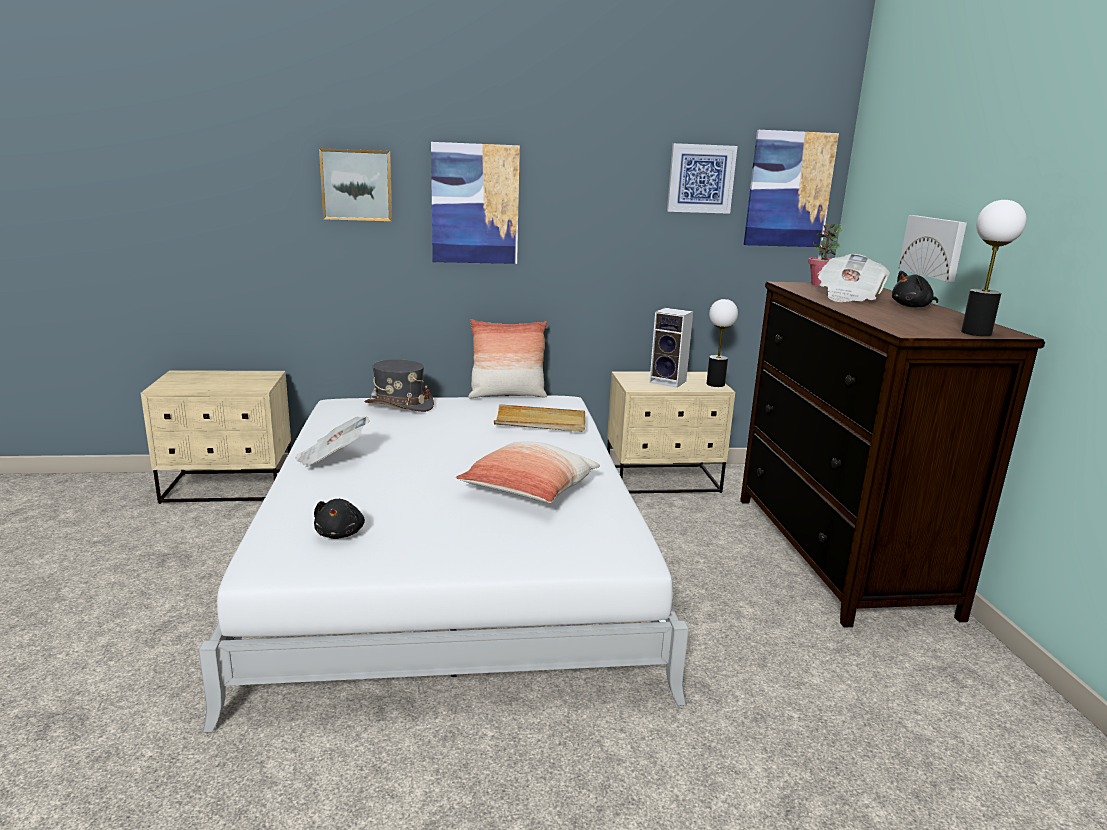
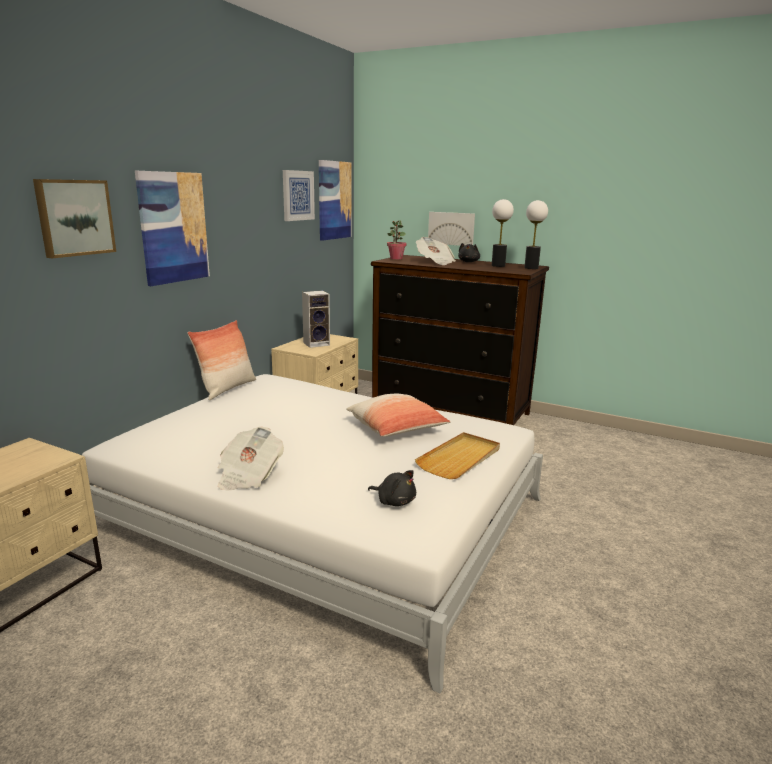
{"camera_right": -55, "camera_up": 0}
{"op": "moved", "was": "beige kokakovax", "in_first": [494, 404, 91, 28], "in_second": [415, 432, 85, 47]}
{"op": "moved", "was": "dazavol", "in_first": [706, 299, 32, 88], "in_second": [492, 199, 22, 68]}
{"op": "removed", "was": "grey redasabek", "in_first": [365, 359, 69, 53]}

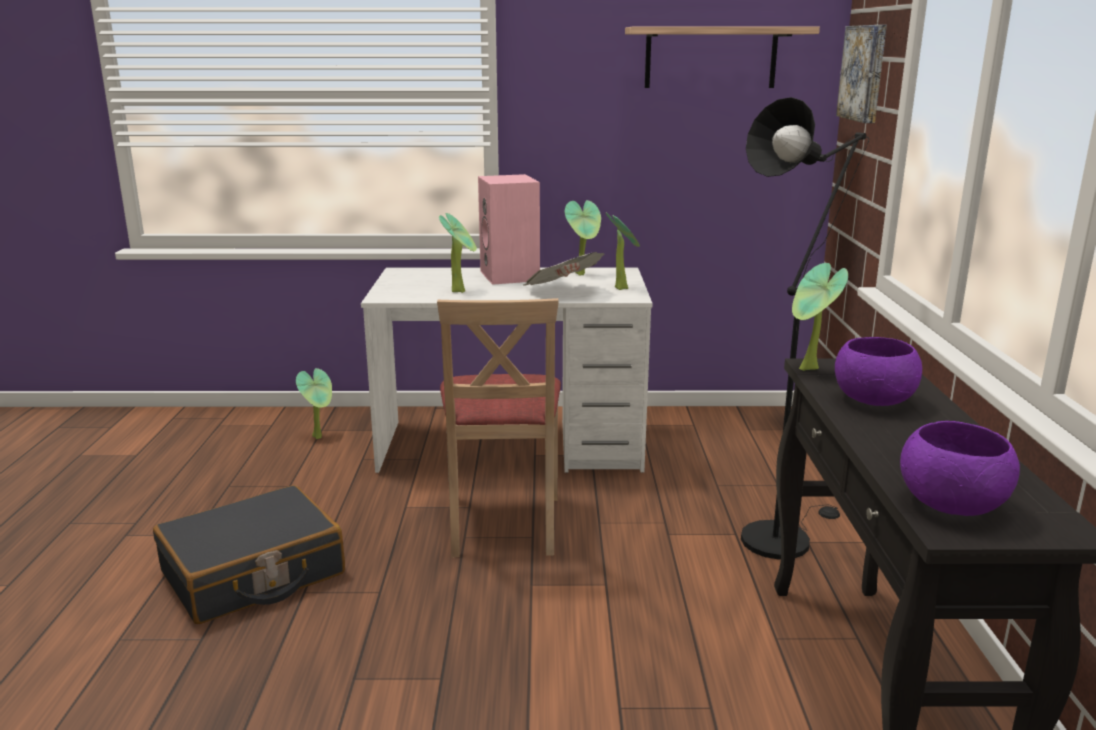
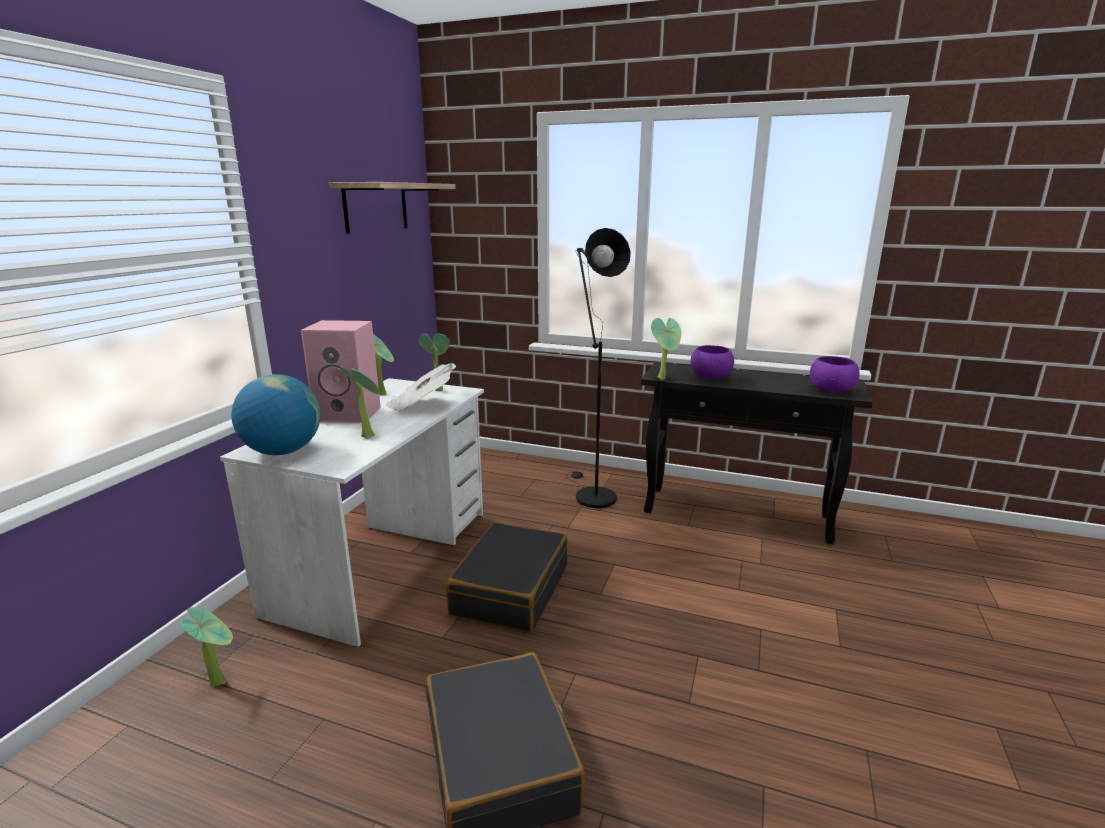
{"camera_right": -70, "camera_up": 0}
{"op": "added", "now": "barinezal", "in_second": [231, 374, 90, 81]}
{"op": "replaced", "was": "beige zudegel", "now": "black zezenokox", "in_first": [437, 298, 124, 259], "in_second": [446, 522, 122, 111]}
{"op": "removed", "was": "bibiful", "in_first": [836, 25, 51, 98]}

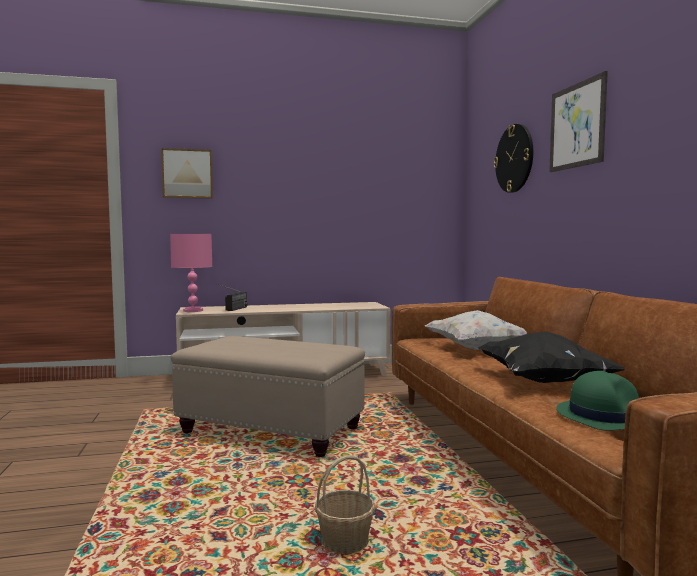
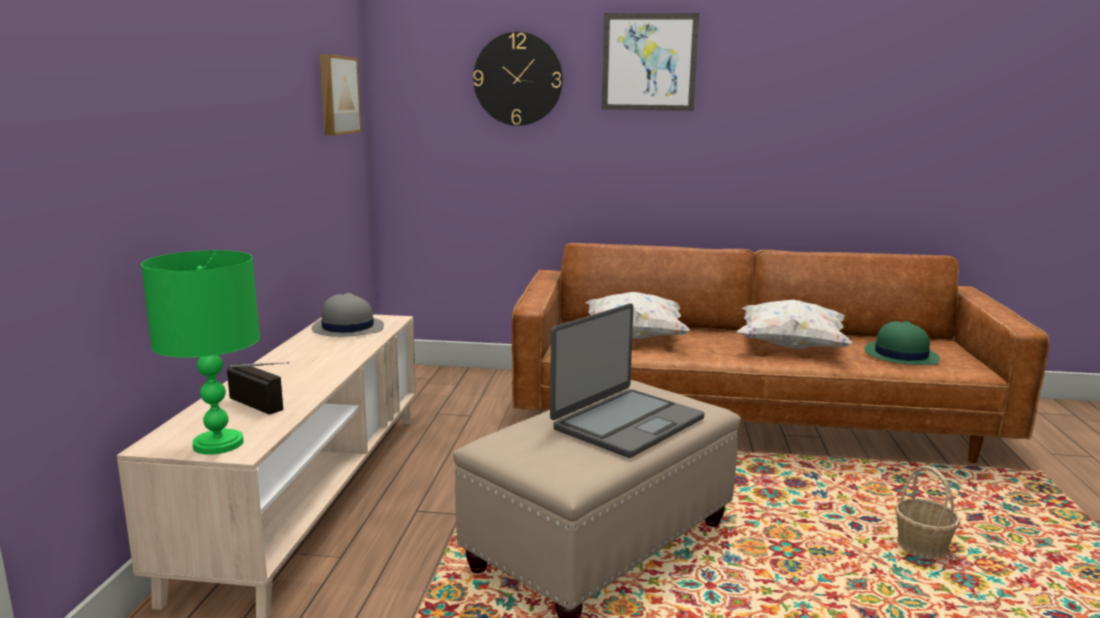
{"camera_right": -70, "camera_up": 10}
{"op": "recoloured", "was": "pink dazavol", "now": "green dazavol", "in_first": [170, 234, 42, 78], "in_second": [141, 250, 119, 205]}
{"op": "added", "now": "grey redasabek", "in_second": [311, 293, 73, 44]}
{"op": "moved", "was": "bibiful", "in_first": [161, 148, 52, 51], "in_second": [320, 54, 41, 82]}
{"op": "added", "now": "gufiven", "in_second": [550, 303, 154, 155]}
{"op": "recoloured", "was": "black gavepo", "now": "white gavepo", "in_first": [479, 331, 146, 52], "in_second": [737, 300, 115, 48]}

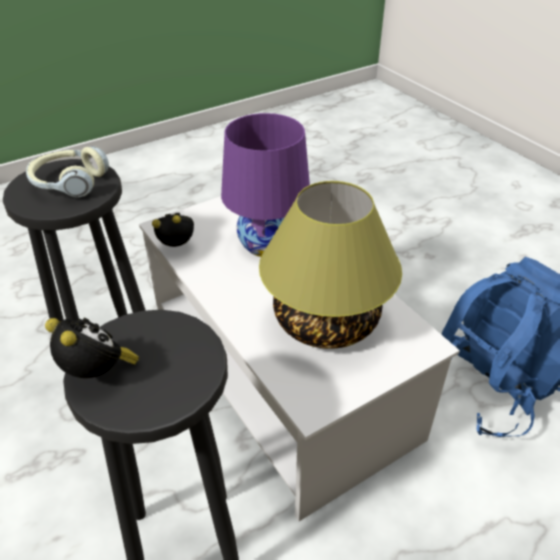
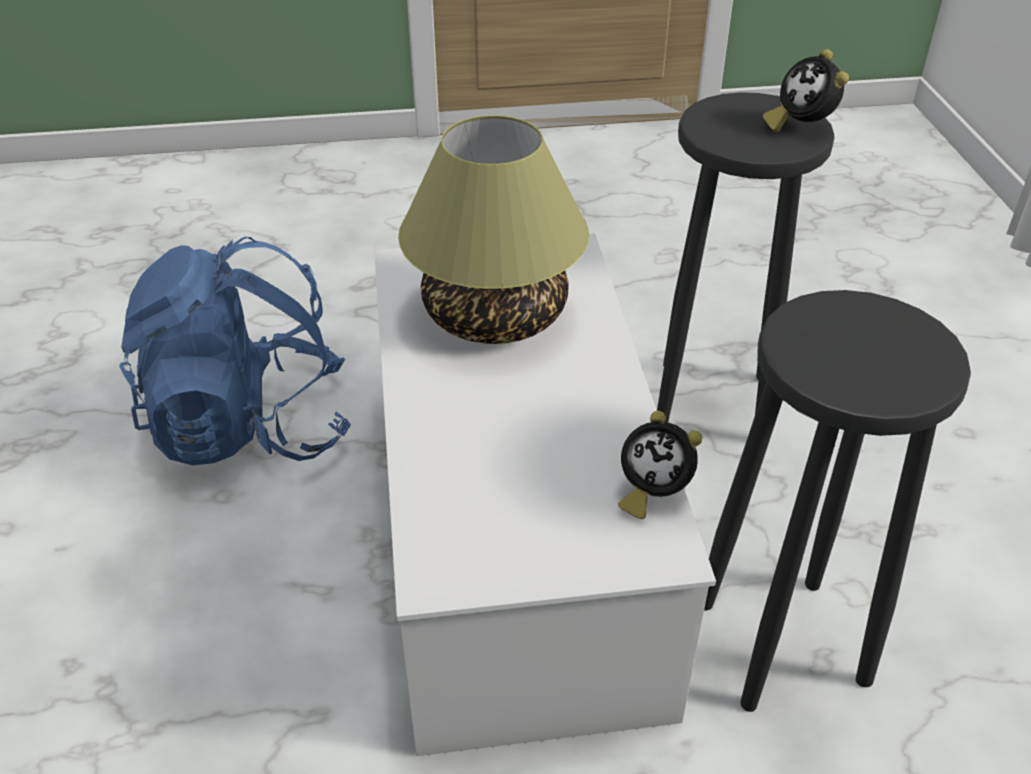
{"camera_right": -155, "camera_up": 0}
{"op": "removed", "was": "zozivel", "in_first": [26, 146, 83, 51]}
{"op": "removed", "was": "purple dazavol", "in_first": [221, 113, 89, 144]}

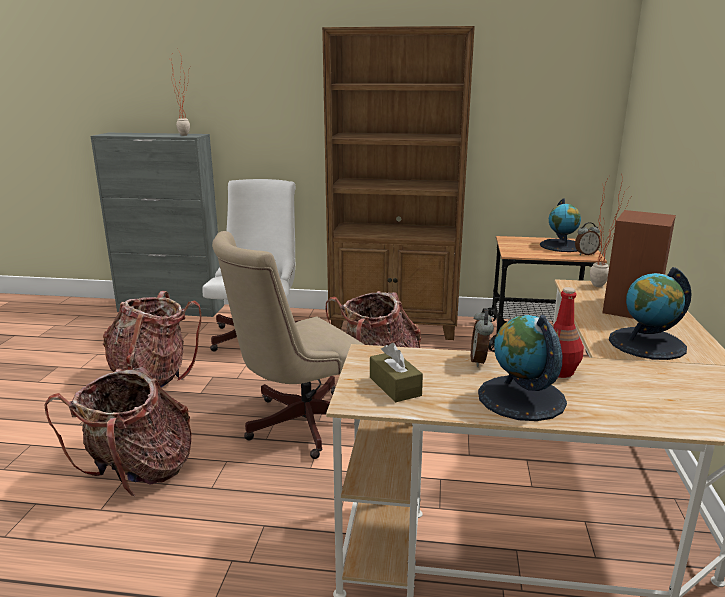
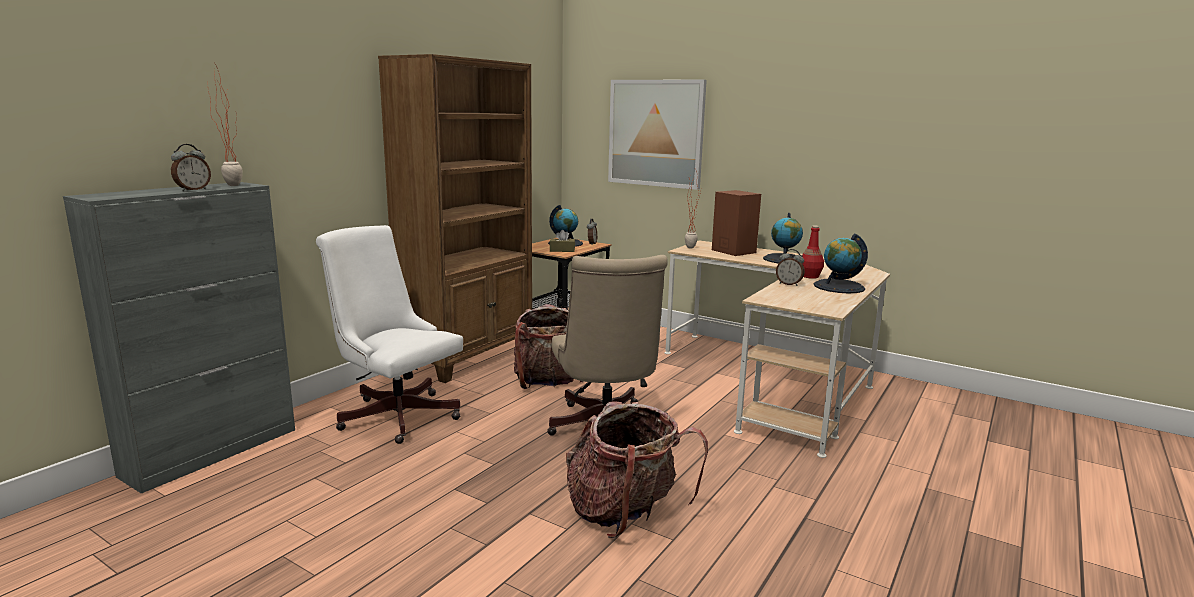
{"camera_right": -65, "camera_up": -5}
{"op": "added", "now": "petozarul", "in_second": [171, 144, 40, 47]}
{"op": "moved", "was": "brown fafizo", "in_first": [370, 343, 53, 59], "in_second": [549, 230, 26, 22]}
{"op": "added", "now": "bibiful", "in_second": [608, 80, 99, 110]}
{"op": "removed", "was": "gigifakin", "in_first": [103, 291, 98, 96]}

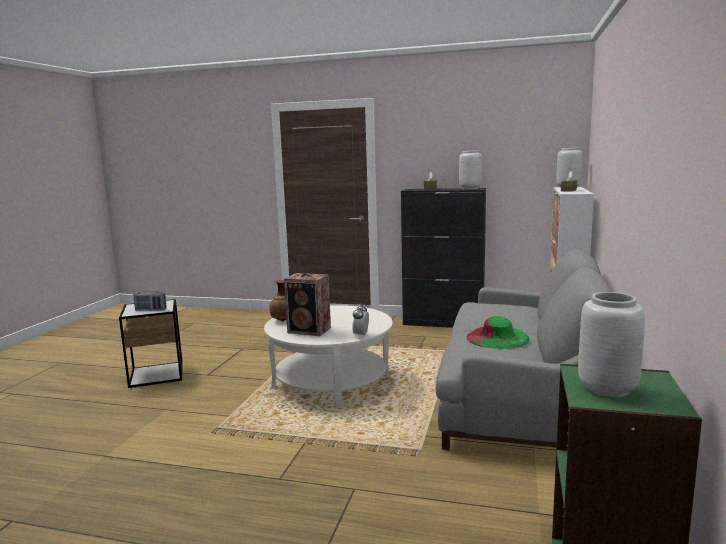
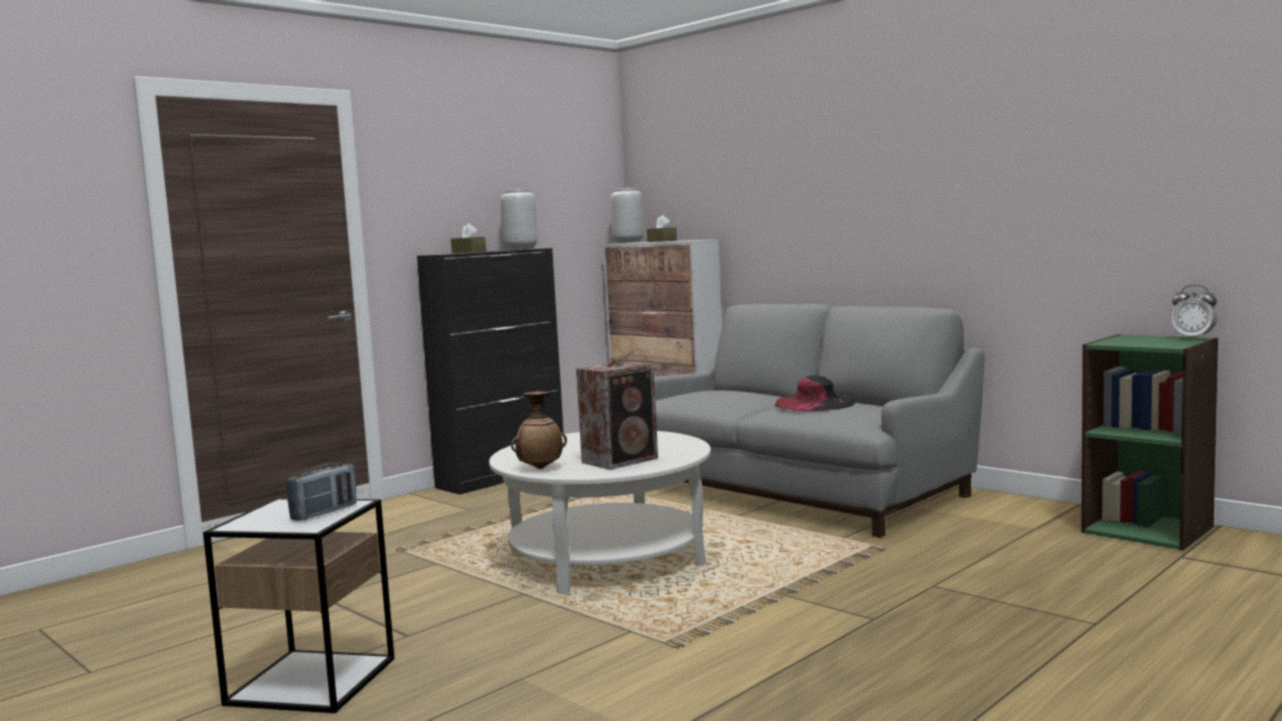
{"camera_right": -60, "camera_up": -5}
{"op": "recoloured", "was": "green redasabek", "now": "black redasabek", "in_first": [466, 316, 64, 33], "in_second": [775, 375, 80, 36]}
{"op": "moved", "was": "petozarul", "in_first": [352, 303, 17, 34], "in_second": [1171, 285, 47, 54]}
{"op": "removed", "was": "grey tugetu", "in_first": [578, 292, 67, 105]}

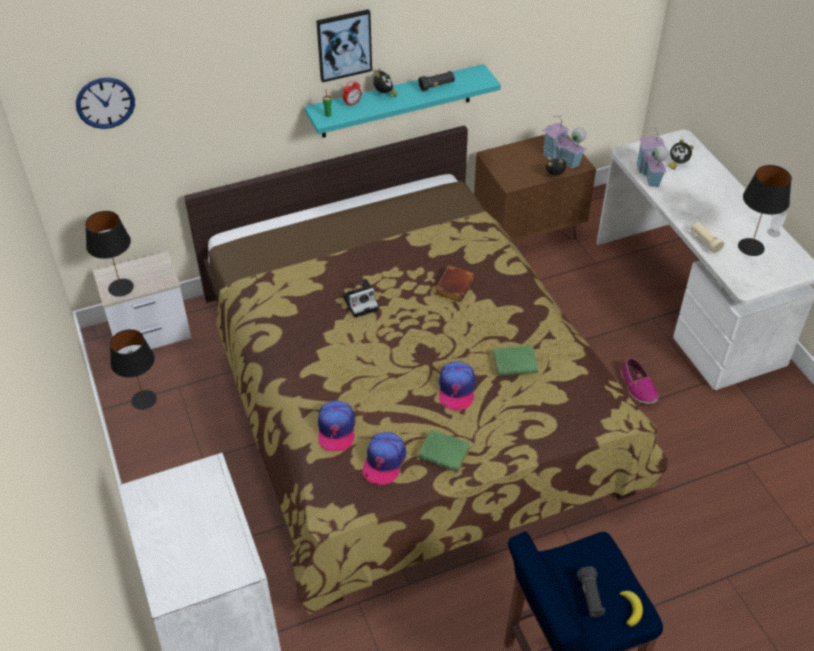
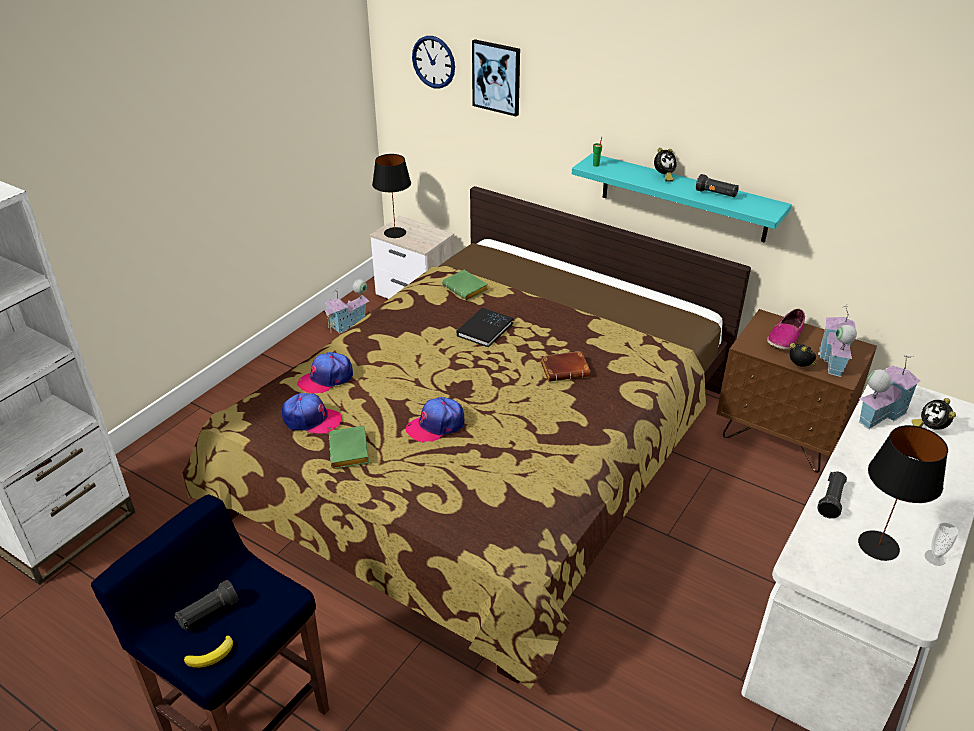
{"camera_right": 55, "camera_up": -10}
{"op": "turned", "was": "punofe", "in_first": [362, 432, 44, 53], "in_second": [282, 393, 60, 40], "clockwise": -150}
{"op": "replaced", "was": "black dazavol", "now": "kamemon", "in_first": [110, 329, 47, 81], "in_second": [322, 279, 47, 55]}
{"op": "moved", "was": "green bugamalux", "in_first": [493, 345, 45, 31], "in_second": [442, 270, 46, 30]}
{"op": "replaced", "was": "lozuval", "now": "black bugamalux", "in_first": [343, 279, 35, 39], "in_second": [457, 308, 56, 40]}
{"op": "moved", "was": "bibiful", "in_first": [316, 9, 56, 74], "in_second": [472, 39, 48, 77]}
{"op": "moved", "was": "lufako", "in_first": [621, 358, 37, 46], "in_second": [767, 309, 38, 41]}
{"op": "recoloured", "was": "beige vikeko", "now": "black vikeko", "in_first": [691, 222, 33, 31], "in_second": [817, 472, 30, 47]}
{"op": "removed", "was": "petozarul", "in_first": [343, 80, 19, 27]}

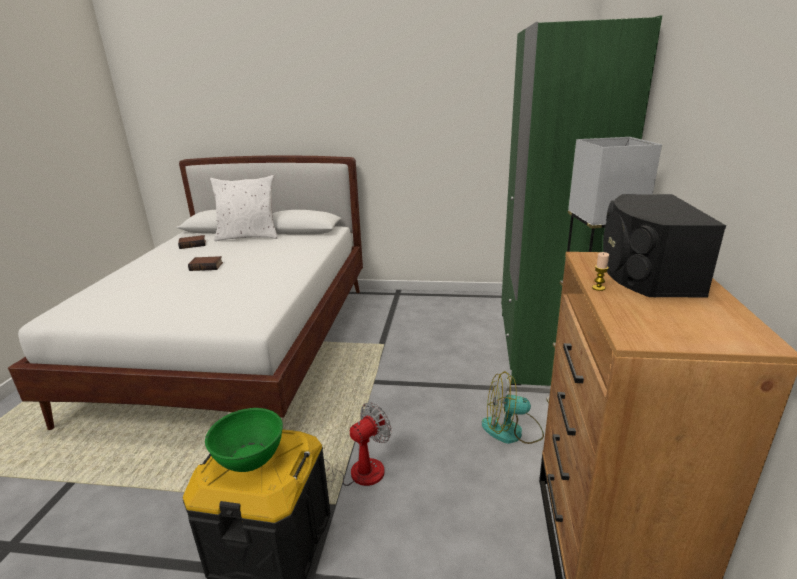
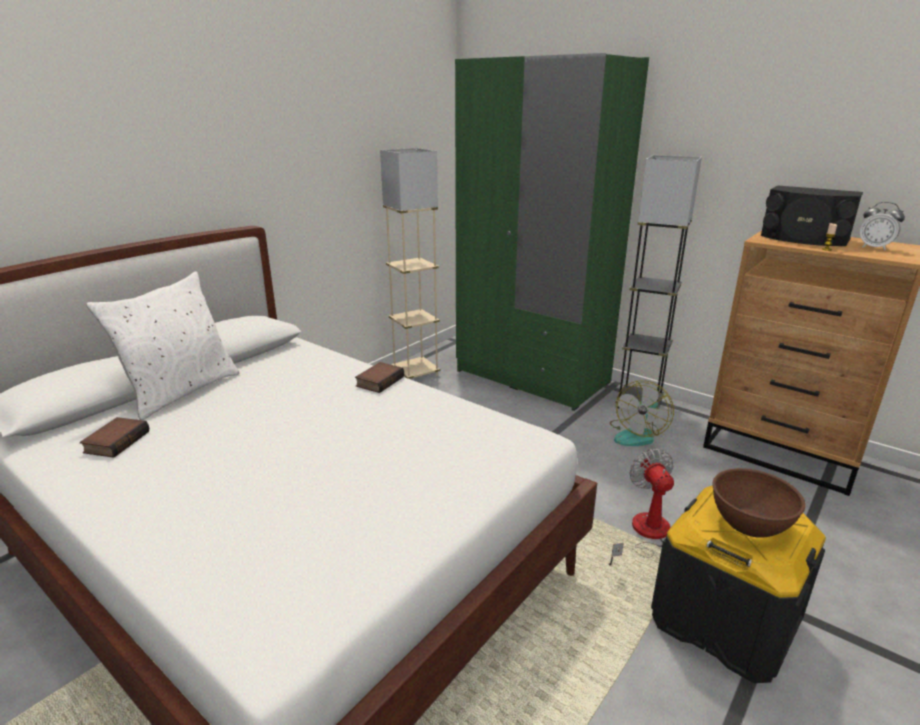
{"camera_right": -60, "camera_up": 0}
{"op": "moved", "was": "bugamalux", "in_first": [188, 256, 35, 15], "in_second": [355, 362, 49, 31]}
{"op": "added", "now": "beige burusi", "in_second": [380, 148, 60, 231]}
{"op": "recoloured", "was": "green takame", "now": "brown takame", "in_first": [205, 408, 78, 64], "in_second": [712, 468, 94, 70]}
{"op": "added", "now": "petozarul", "in_second": [860, 202, 45, 49]}

